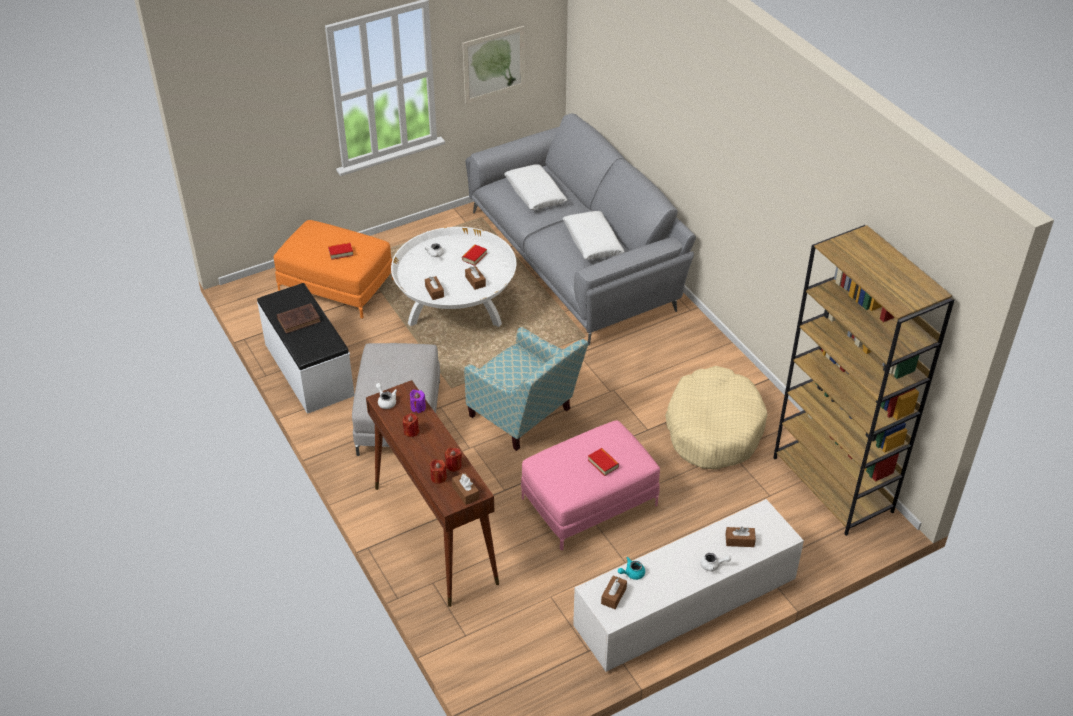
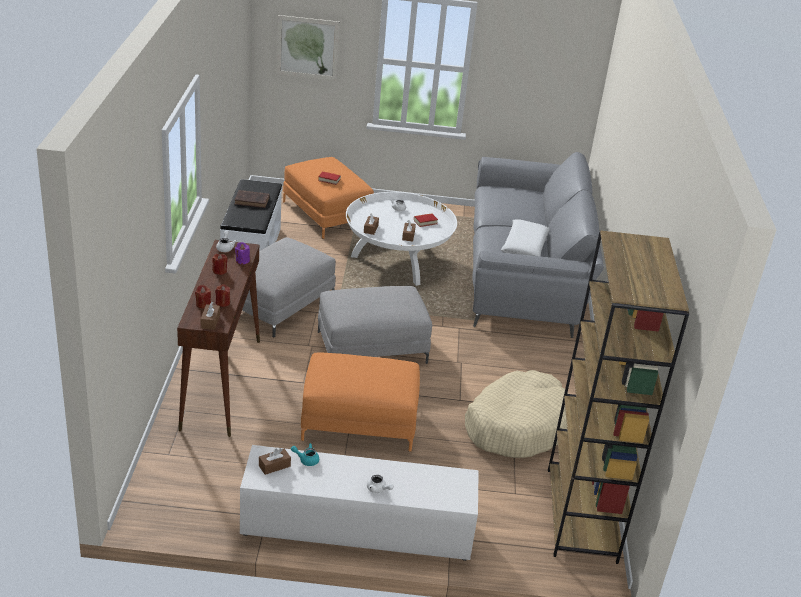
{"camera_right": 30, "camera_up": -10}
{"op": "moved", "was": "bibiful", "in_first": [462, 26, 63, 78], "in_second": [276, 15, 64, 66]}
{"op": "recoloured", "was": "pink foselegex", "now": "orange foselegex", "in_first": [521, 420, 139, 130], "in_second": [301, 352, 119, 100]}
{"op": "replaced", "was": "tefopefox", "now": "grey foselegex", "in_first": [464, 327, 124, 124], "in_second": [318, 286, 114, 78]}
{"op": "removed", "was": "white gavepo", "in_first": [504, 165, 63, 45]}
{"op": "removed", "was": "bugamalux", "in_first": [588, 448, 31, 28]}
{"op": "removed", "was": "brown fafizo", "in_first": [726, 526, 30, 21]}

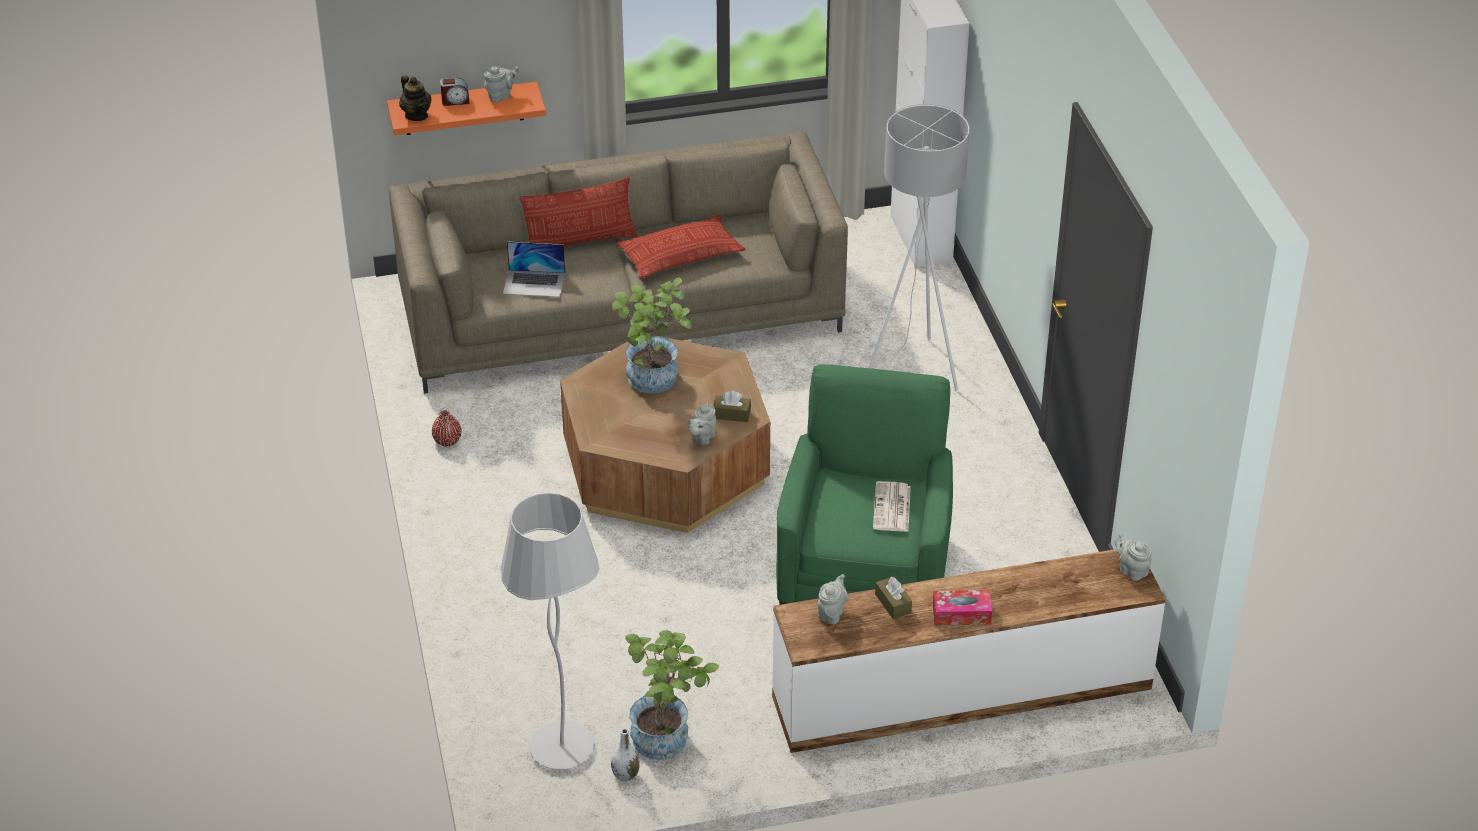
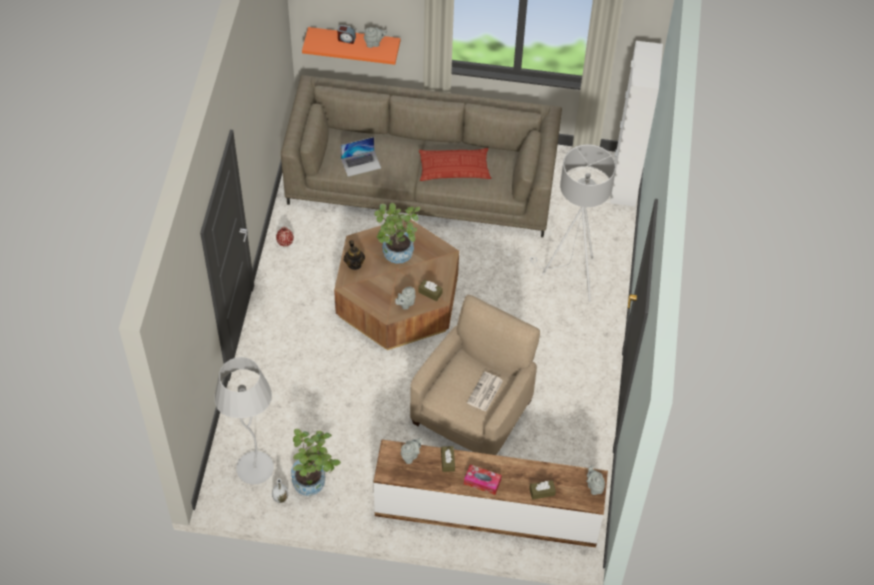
{"camera_right": 20, "camera_up": 15}
{"op": "turned", "was": "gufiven", "in_first": [503, 242, 62, 55], "in_second": [340, 137, 41, 40], "clockwise": -45}
{"op": "moved", "was": "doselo", "in_first": [399, 75, 32, 46], "in_second": [344, 240, 21, 30]}
{"op": "recoloured", "was": "green tefopefox", "now": "beige tefopefox", "in_first": [776, 364, 177, 241], "in_second": [410, 295, 130, 160]}
{"op": "added", "now": "brown fafizo", "in_second": [529, 480, 27, 20]}
{"op": "removed", "was": "gavepo", "in_first": [520, 177, 118, 69]}

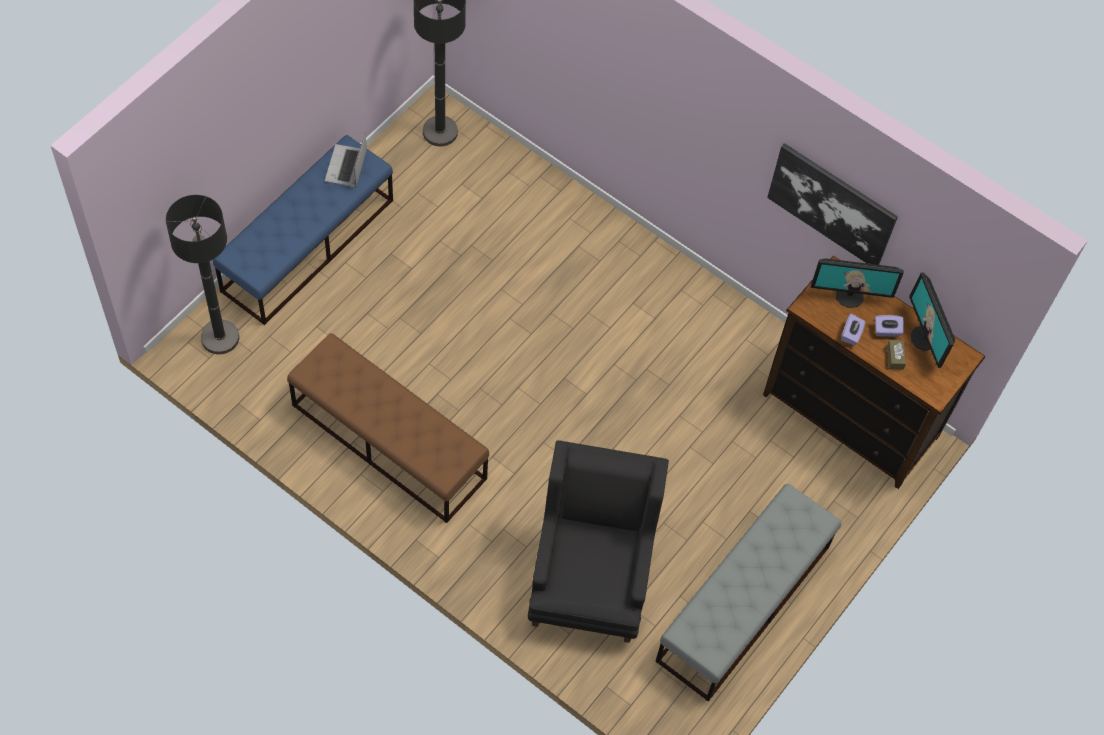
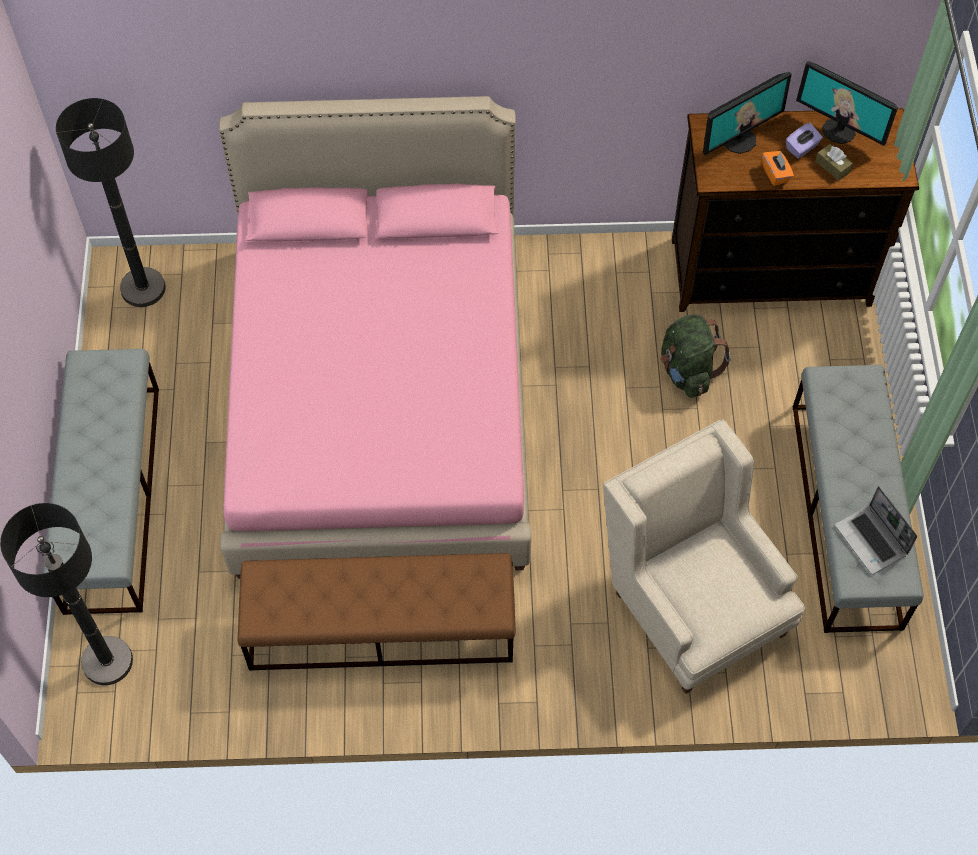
{"camera_right": -35, "camera_up": 0}
{"op": "recoloured", "was": "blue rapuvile", "now": "grey rapuvile", "in_first": [213, 135, 180, 190], "in_second": [43, 349, 116, 266]}
{"op": "added", "now": "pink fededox", "in_second": [219, 96, 313, 483]}
{"op": "recoloured", "was": "black tefopefox", "now": "beige tefopefox", "in_first": [528, 440, 141, 203], "in_second": [603, 419, 202, 275]}
{"op": "added", "now": "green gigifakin", "in_second": [660, 315, 71, 83]}
{"op": "recoloured", "was": "purple fafizo", "now": "orange fafizo", "in_first": [841, 314, 24, 31], "in_second": [762, 151, 32, 35]}
{"op": "moved", "was": "gufiven", "in_first": [325, 133, 42, 54], "in_second": [835, 486, 82, 88]}
{"op": "removed", "was": "bibiful", "in_first": [767, 143, 131, 122]}

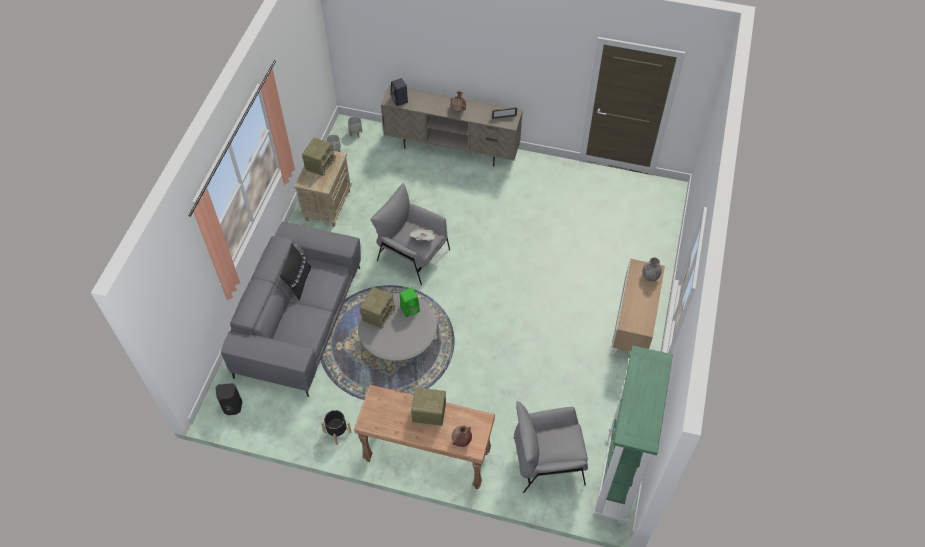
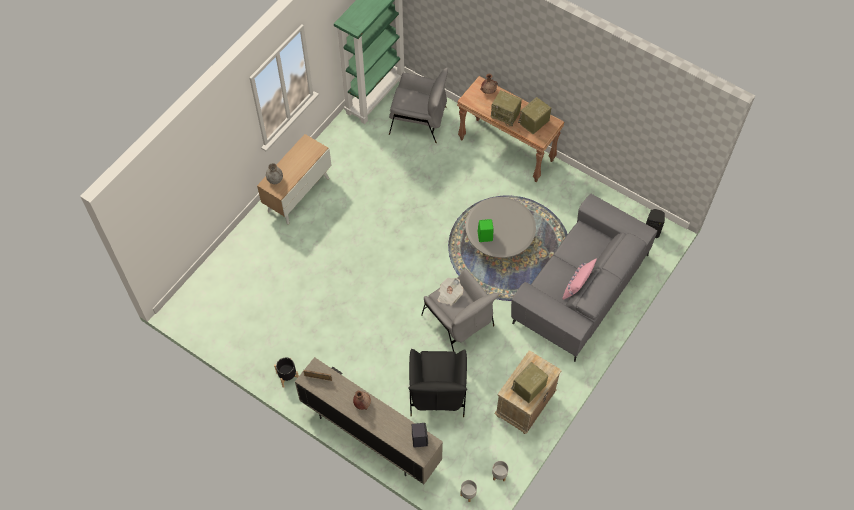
{"camera_right": -160, "camera_up": 5}
{"op": "moved", "was": "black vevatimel", "in_first": [321, 410, 30, 35], "in_second": [274, 357, 25, 31]}
{"op": "added", "now": "black tefopefox", "in_second": [408, 349, 59, 68]}
{"op": "moved", "was": "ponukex", "in_first": [360, 287, 36, 42], "in_second": [518, 97, 33, 37]}
{"op": "recoloured", "was": "black gavepo", "now": "pink gavepo", "in_first": [280, 243, 31, 57], "in_second": [563, 259, 34, 41]}

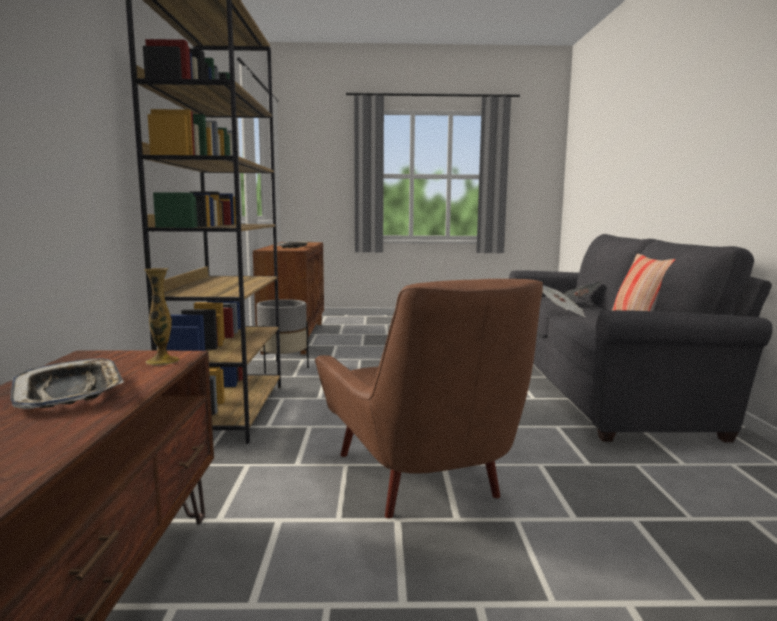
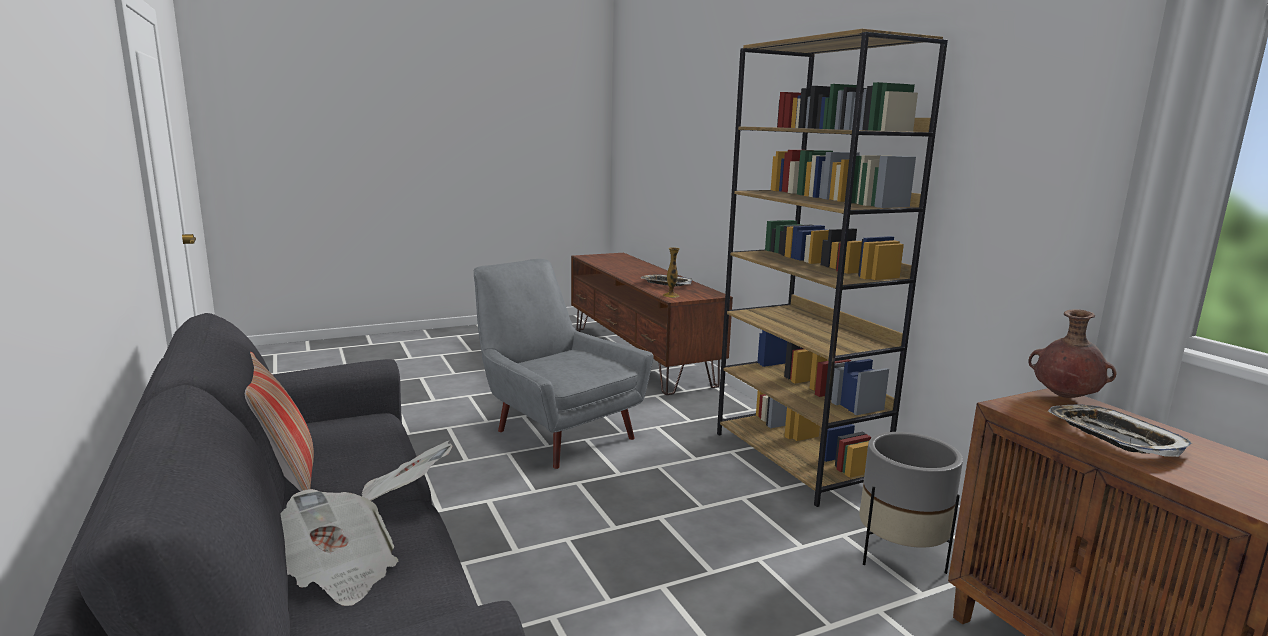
{"camera_right": 155, "camera_up": 5}
{"op": "recoloured", "was": "brown tefopefox", "now": "grey tefopefox", "in_first": [315, 279, 228, 239], "in_second": [474, 259, 180, 210]}
{"op": "added", "now": "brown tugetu", "in_second": [1028, 309, 88, 89]}

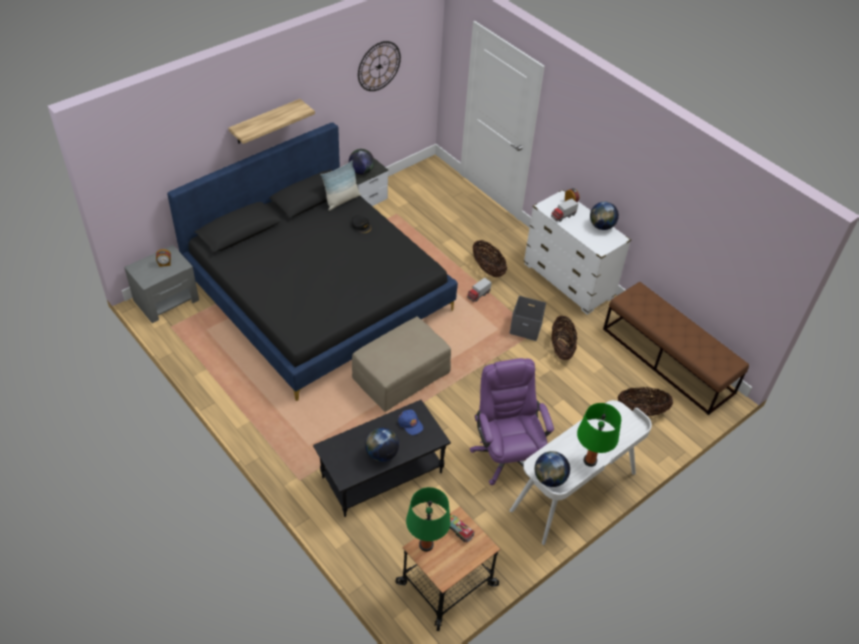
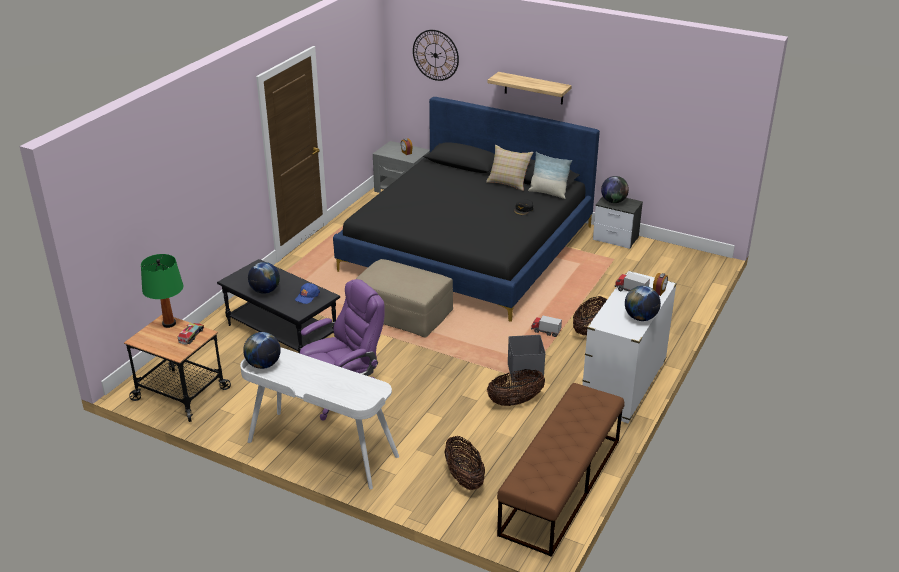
{"camera_right": 70, "camera_up": -15}
{"op": "moved", "was": "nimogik", "in_first": [358, 41, 43, 50], "in_second": [413, 30, 46, 51]}
{"op": "added", "now": "beige gavepo", "in_second": [486, 145, 47, 46]}
{"op": "removed", "was": "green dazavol", "in_first": [577, 403, 44, 64]}

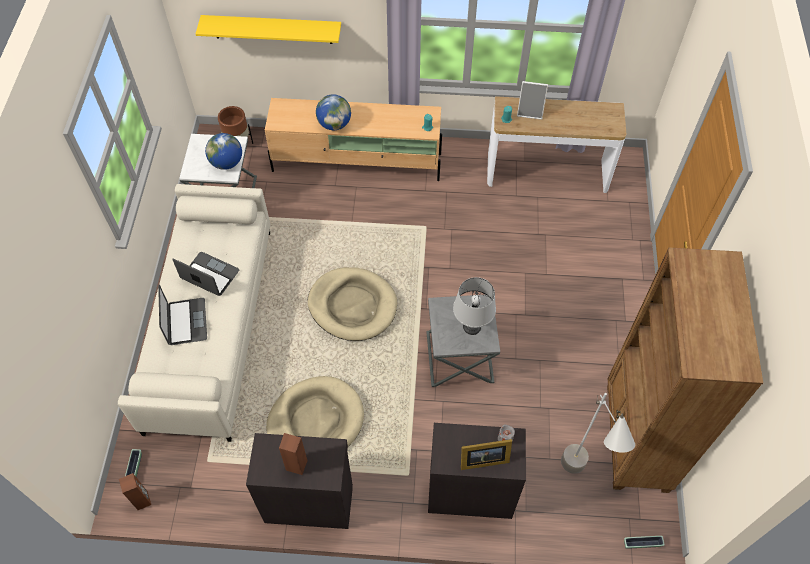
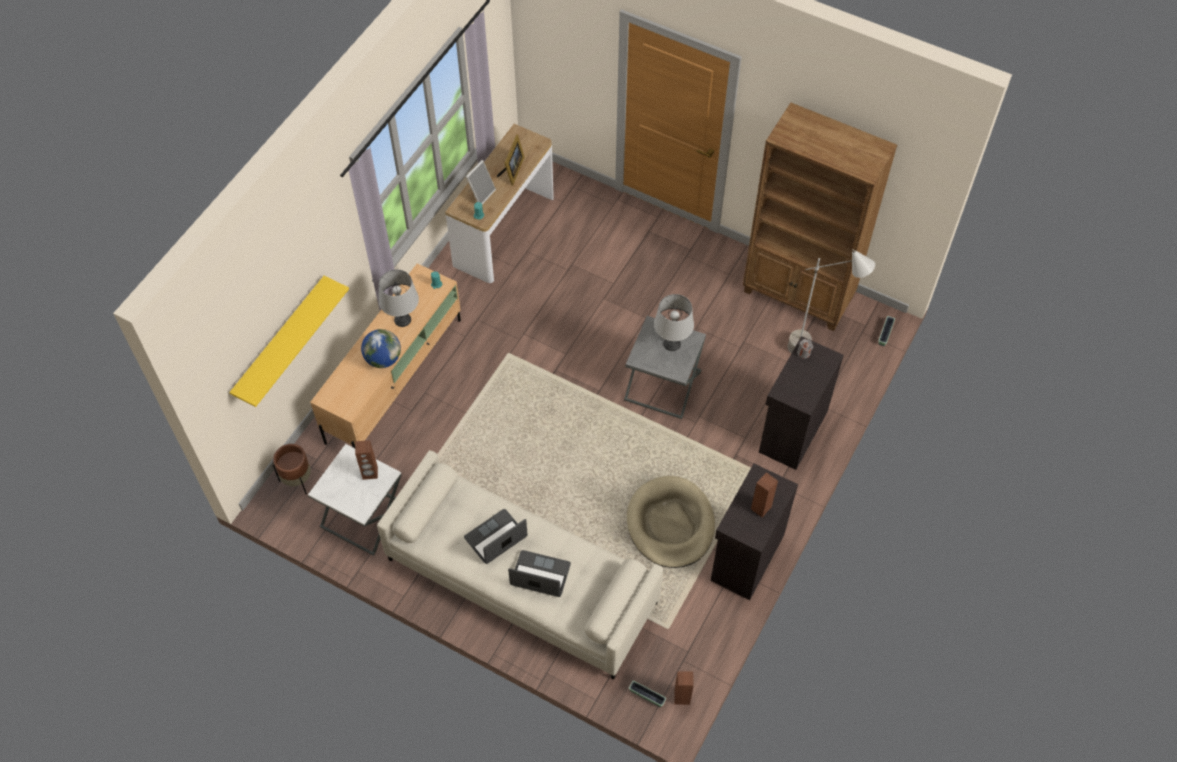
{"camera_right": -65, "camera_up": 0}
{"op": "replaced", "was": "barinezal", "now": "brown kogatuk", "in_first": [205, 133, 37, 37], "in_second": [355, 440, 23, 40]}
{"op": "added", "now": "grey dazavol", "in_second": [379, 269, 40, 58]}
{"op": "moved", "was": "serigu", "in_first": [461, 439, 51, 31], "in_second": [497, 135, 27, 51]}
{"op": "removed", "was": "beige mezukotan", "in_first": [308, 267, 89, 74]}

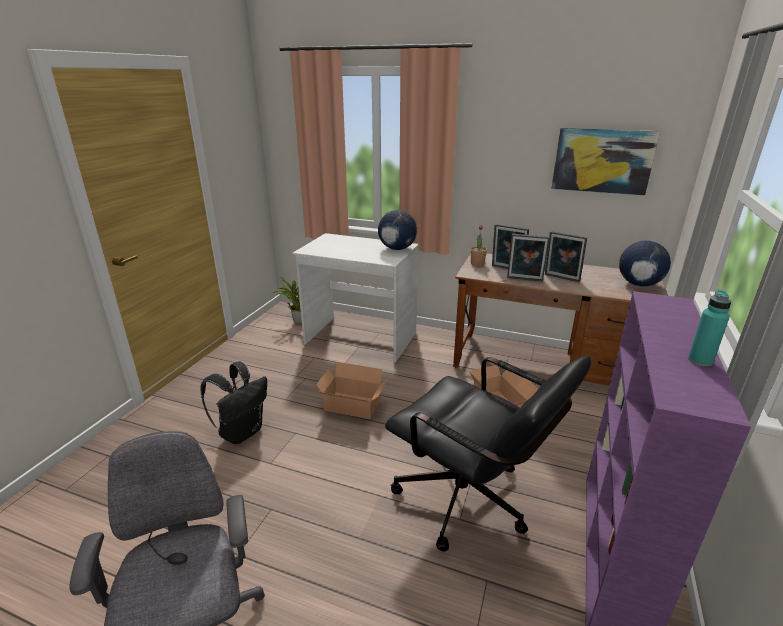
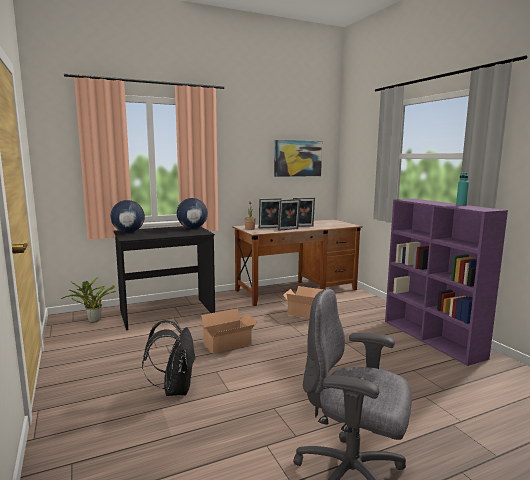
{"camera_right": -45, "camera_up": -15}
{"op": "moved", "was": "barinezal", "in_first": [619, 241, 52, 45], "in_second": [111, 200, 34, 33]}
{"op": "recoloured", "was": "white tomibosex", "now": "black tomibosex", "in_first": [292, 233, 126, 130], "in_second": [114, 226, 101, 104]}
{"op": "removed", "was": "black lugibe", "in_first": [385, 356, 206, 196]}

